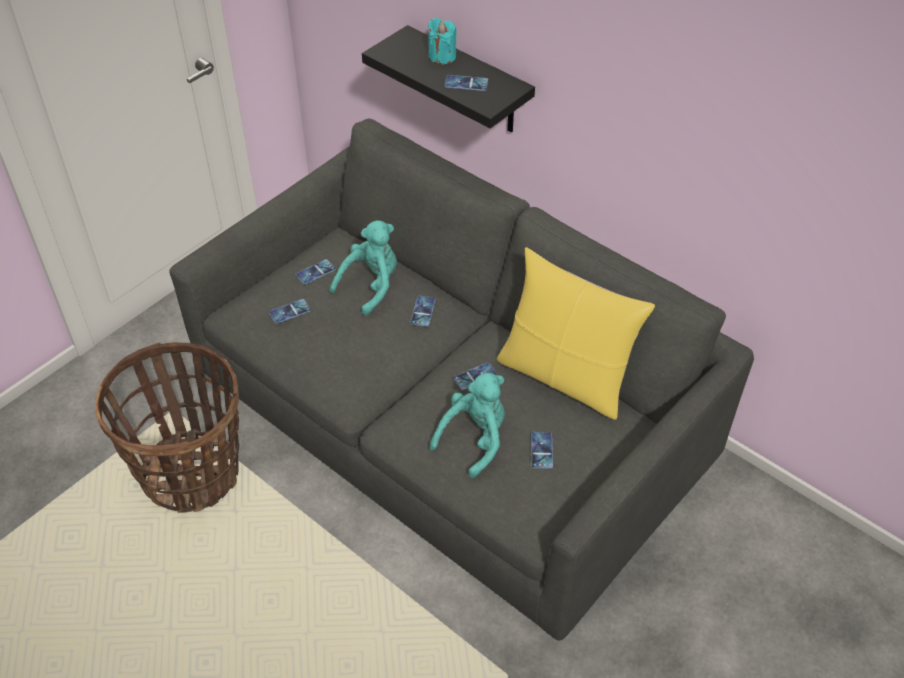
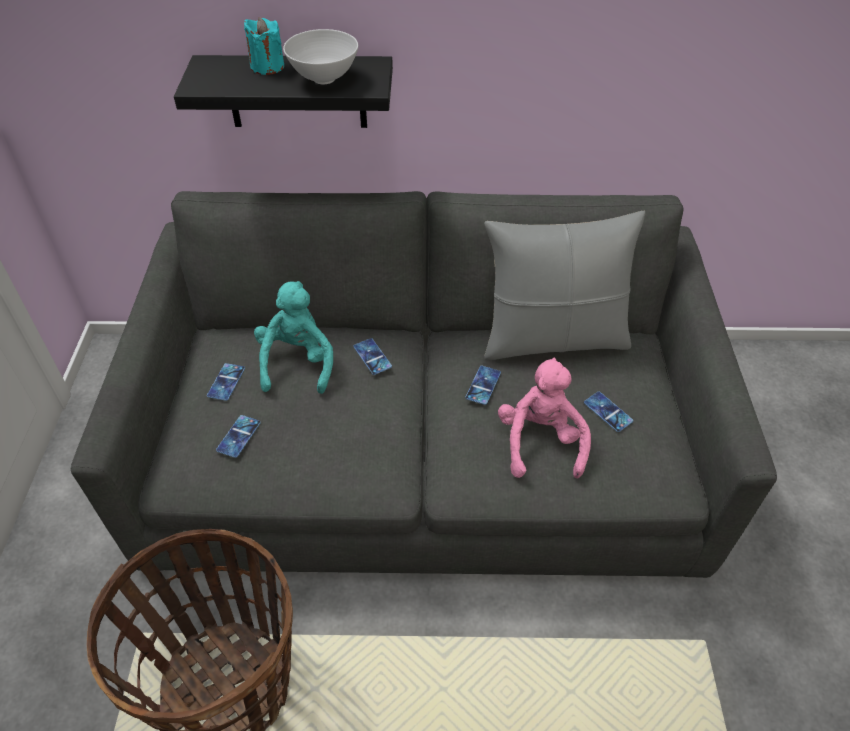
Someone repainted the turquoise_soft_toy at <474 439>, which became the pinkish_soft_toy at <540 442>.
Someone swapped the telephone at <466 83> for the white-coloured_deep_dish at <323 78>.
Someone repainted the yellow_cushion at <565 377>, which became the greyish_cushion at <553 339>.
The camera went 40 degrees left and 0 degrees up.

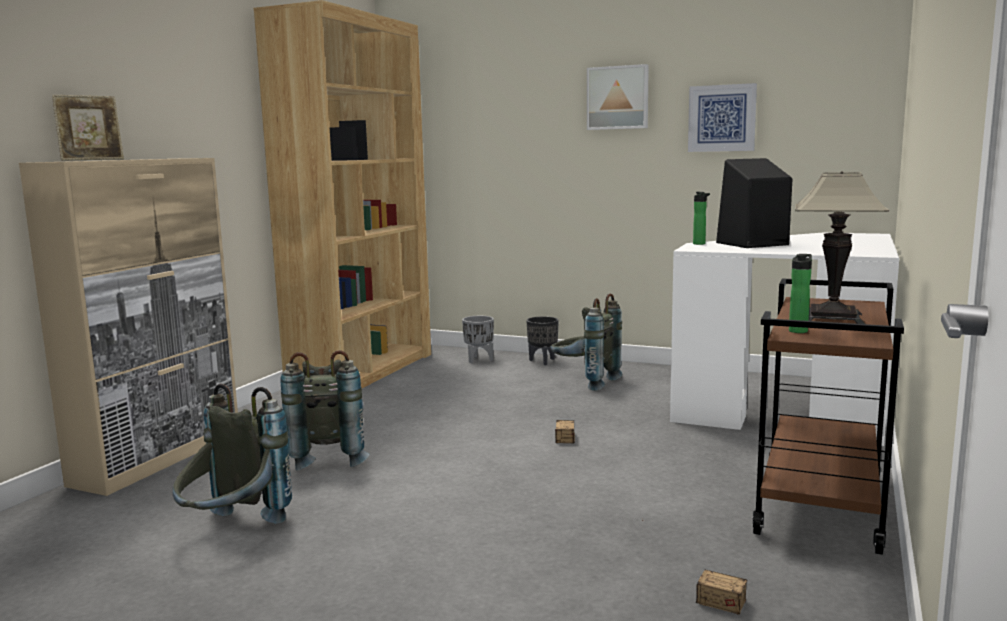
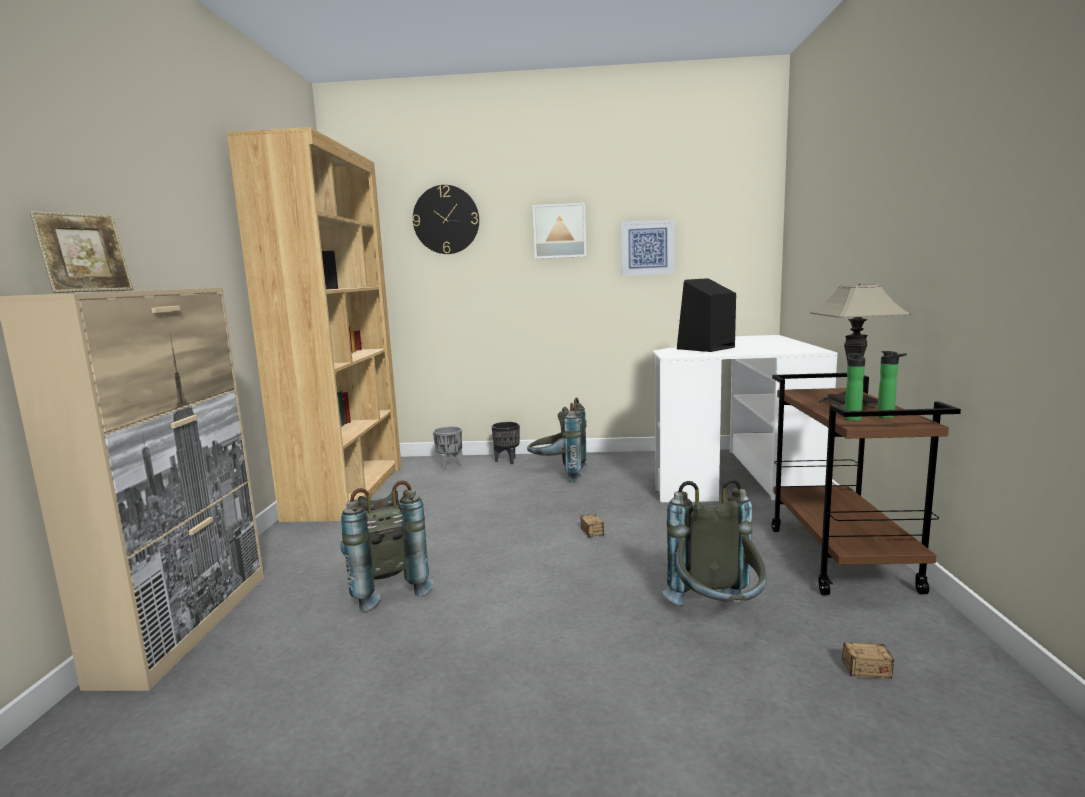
Someone carried the greyish_backpack from <233 531> to <717 617>.
Someone carried the bottle from <700 244> to <888 416>.
Someone put up the hanging_clock at <446 220>.
The camera went 20 degrees left and 0 degrees up.

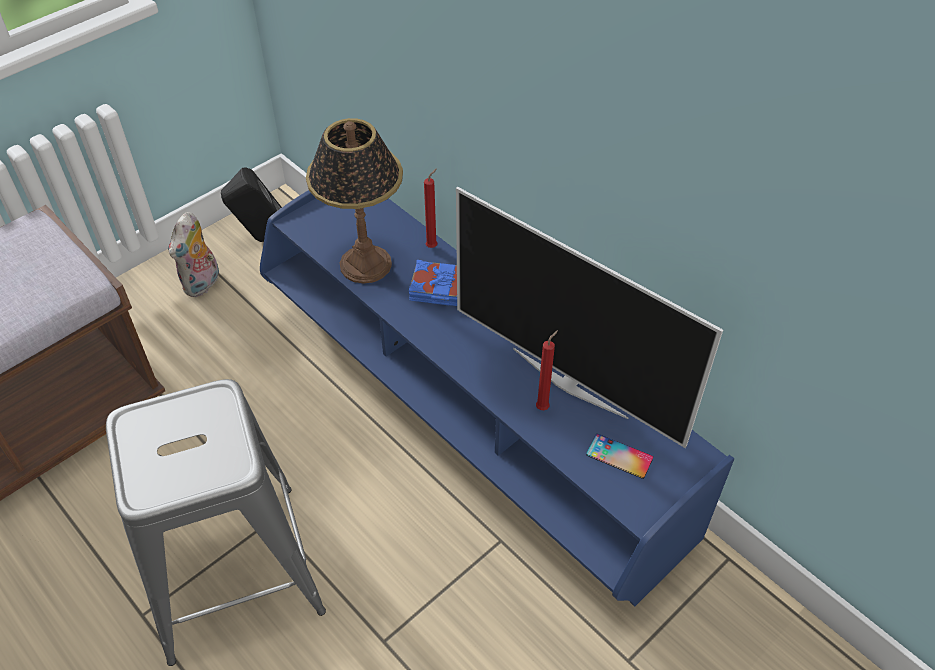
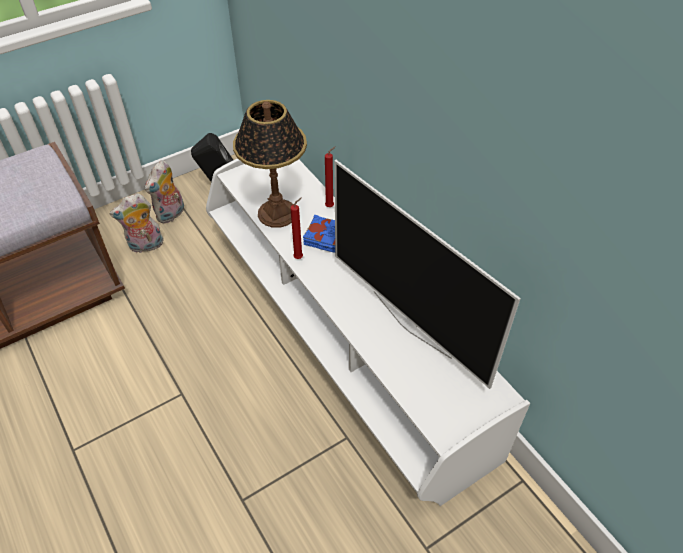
Someone took away the greyish_stool at <232 571>.
Someone repainted the bluish_tv_unit at <468 419>, which became the white-coloured_tv_unit at <342 340>.
Someone carried the reddish_wax_candle from <544 407> to <299 257>.
Someone took away the telephone at <619 456>.
Someone put down the soft_toy at <145 246>.
The camera went 10 degrees right and 0 degrees up.

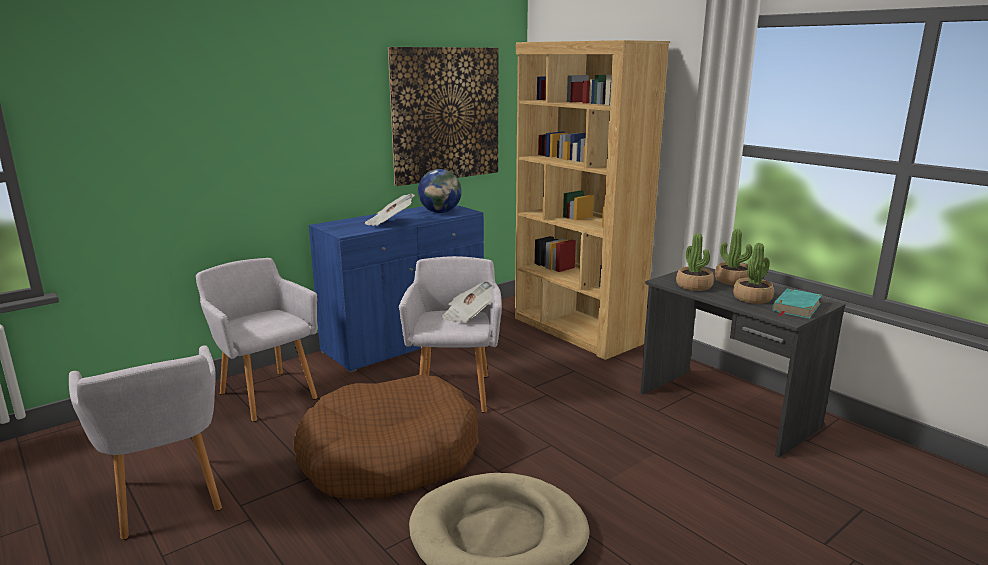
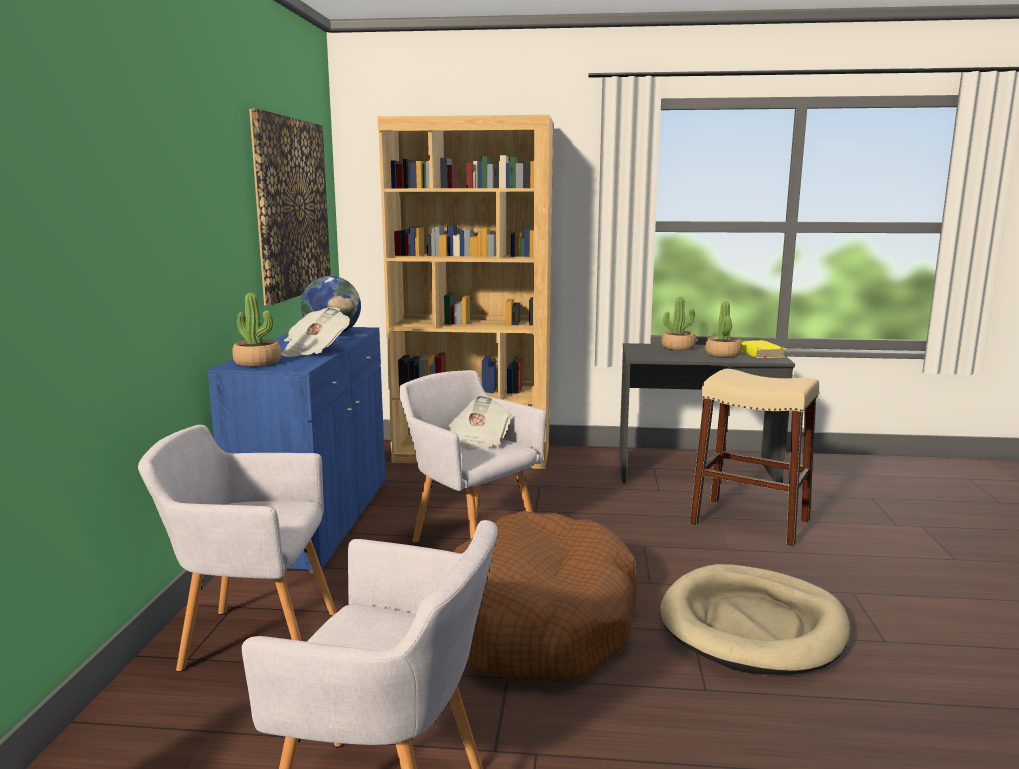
Someone carried the houseplant from <694 286> to <257 362>.
Someone repainted the turquoise_book at <796 307>, which became the yellow_book at <759 353>.
Someone put down the beige_stool at <749 522>.
The camera went 45 degrees left and 5 degrees down.

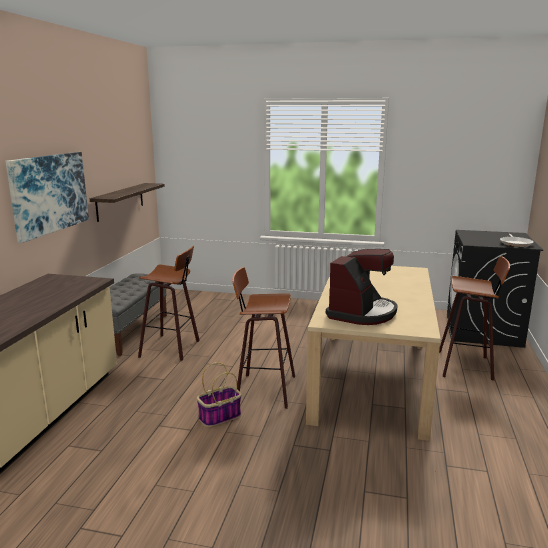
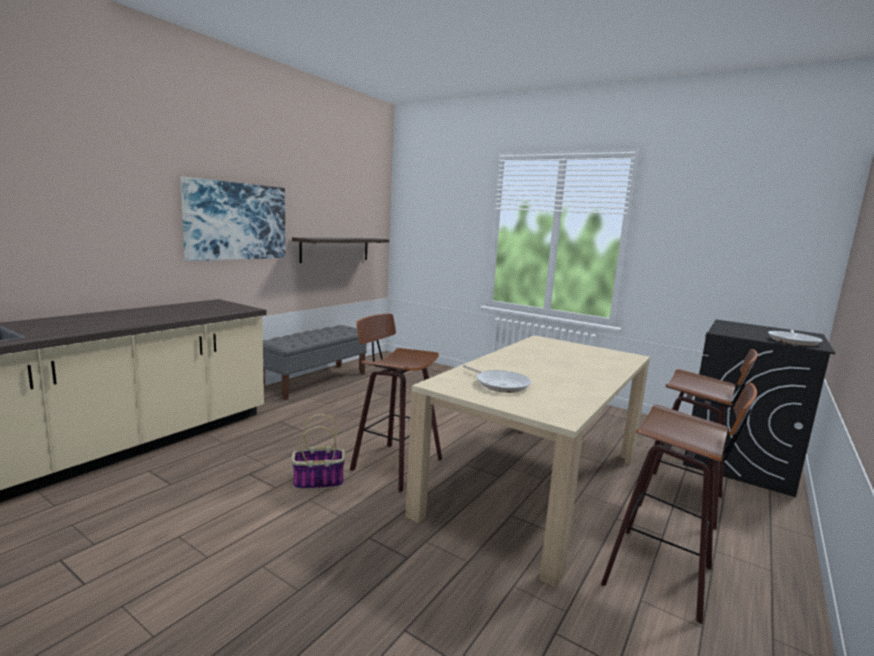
Someone carried the stool from <172 348> to <663 574>.
Someone swapped the coffee_brewer at <362 313> for the pan at <500 384>.
The camera went 20 degrees right and 5 degrees down.

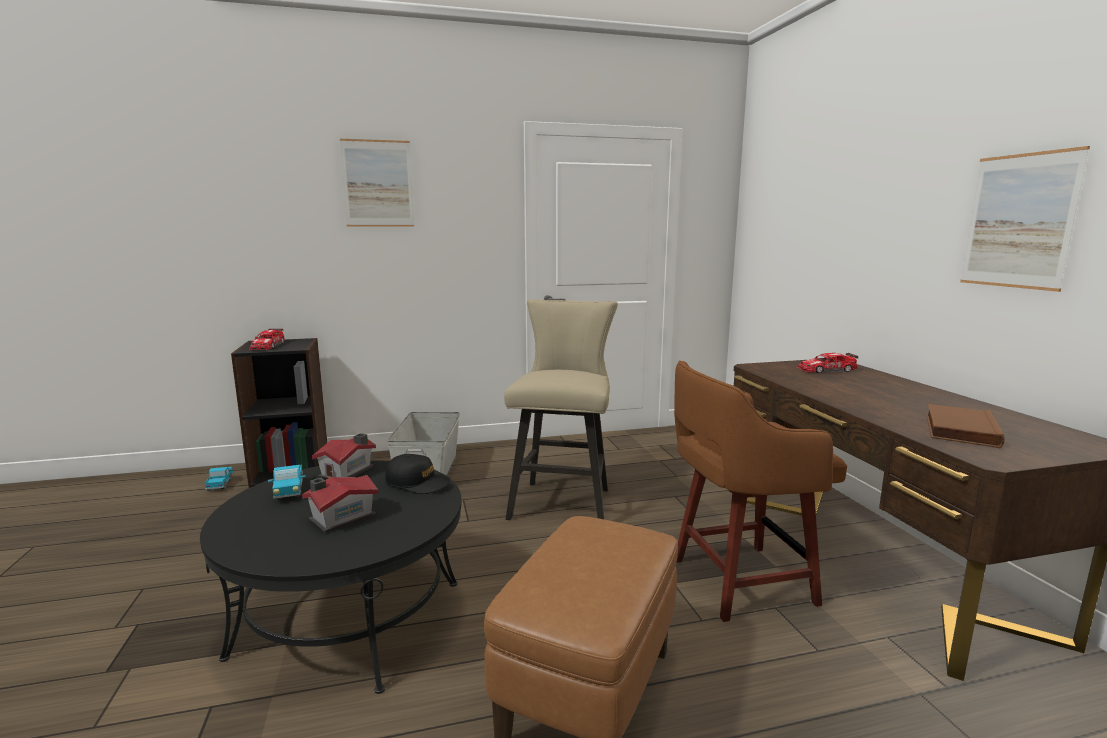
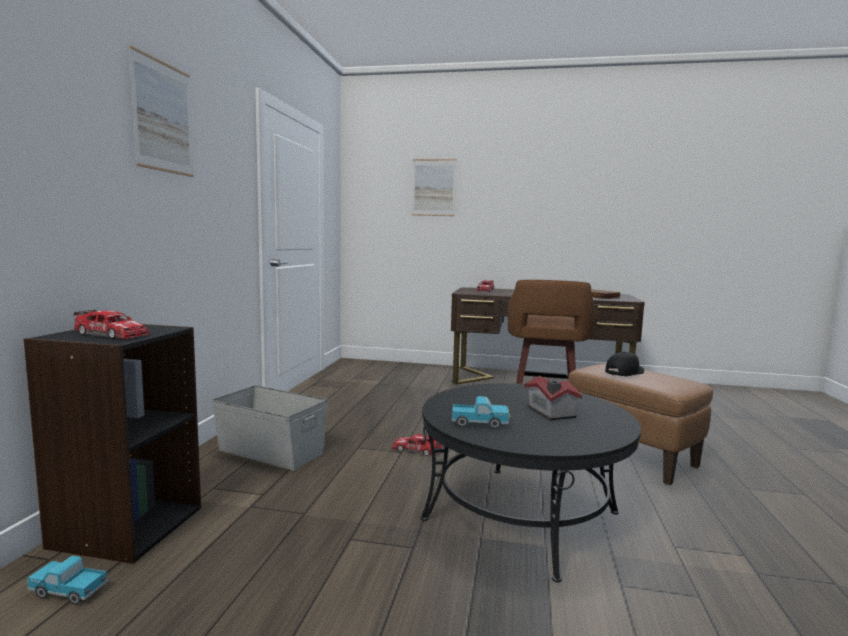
Someone took away the toy_house at <348 472>.
Someone carried the black_peaked_cap from <417 483> to <624 372>.
Someone took away the beige_stool at <563 500>.
Someone carried the wall_picture from <1019 221> to <433 187>.
Someone put down the toy_car at <416 450>.
The camera went 65 degrees left and 5 degrees down.

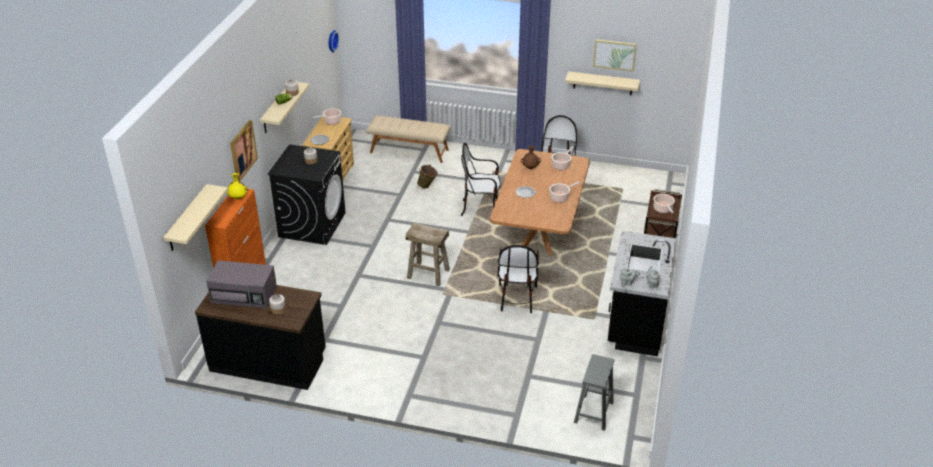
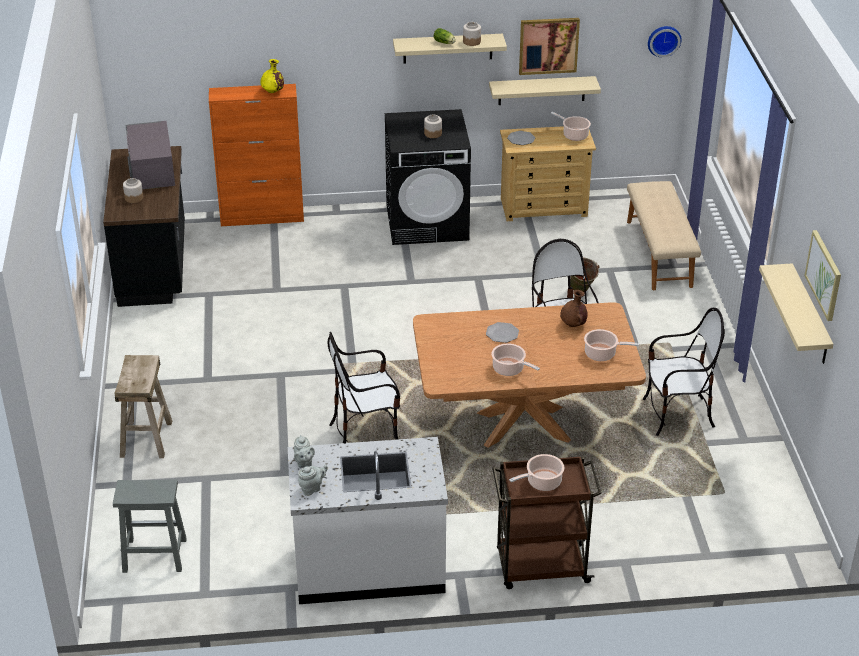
Someone carried the beige_shelf from <187 219> to <541 90>.
Someone carried the wall_picture from <242 150> to <548 45>.
Someone carried the beige_stool from <428 273> to <146 439>.
Someone repainted the black_counter at <635 322>, which became the white-coloured_counter at <369 567>.
The camera went 70 degrees right and 0 degrees up.

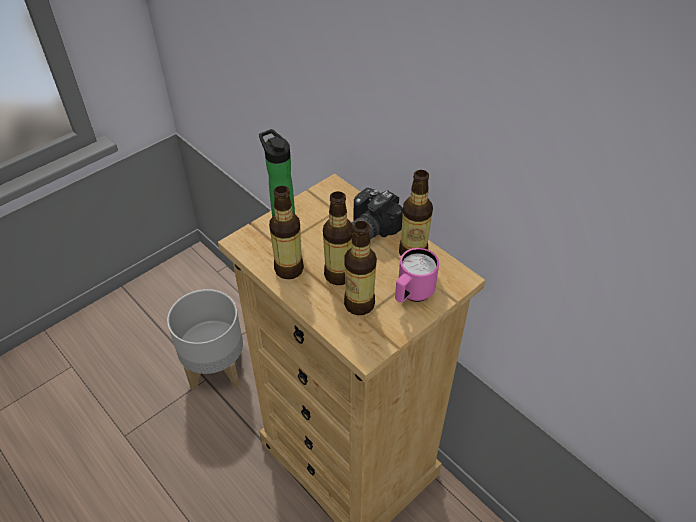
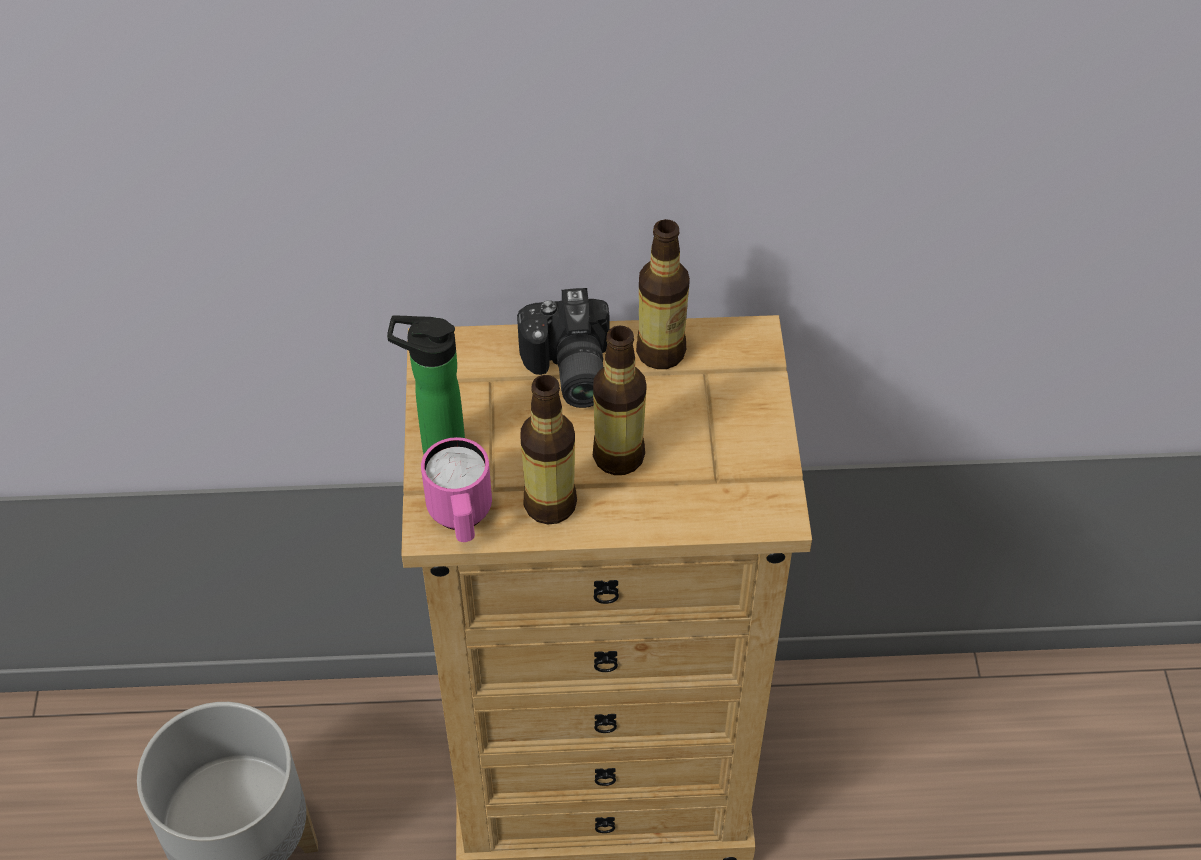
Someone took away the bottle at <359 304>.
Someone carried the pinkish_coffee_mug from <412 295> to <461 519>.
The camera went 50 degrees left and 5 degrees up.

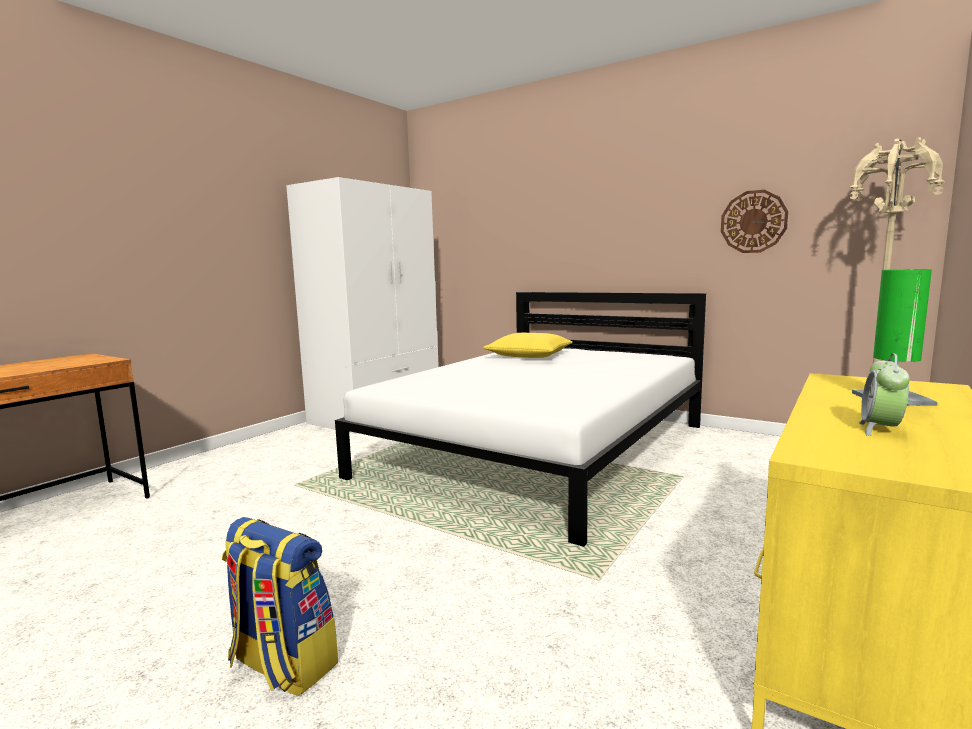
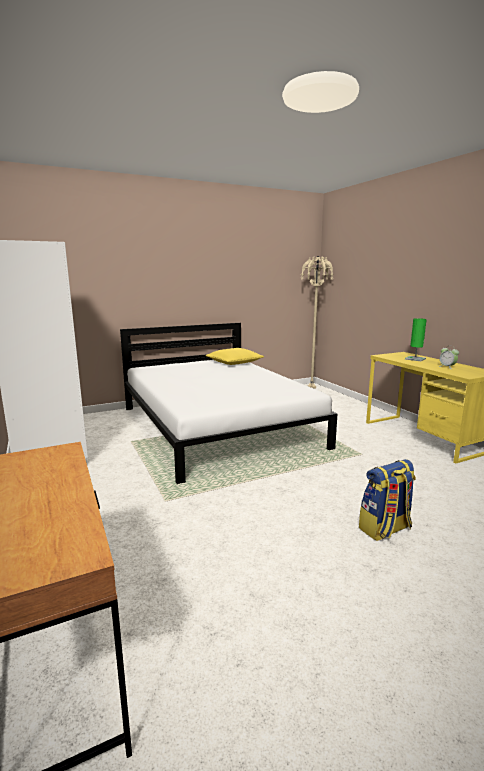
Someone carried the yellow_cushion from <529 355> to <234 362>.
Someone took away the hanging_clock at <753 222>.
The camera went 60 degrees left and 5 degrees up.

